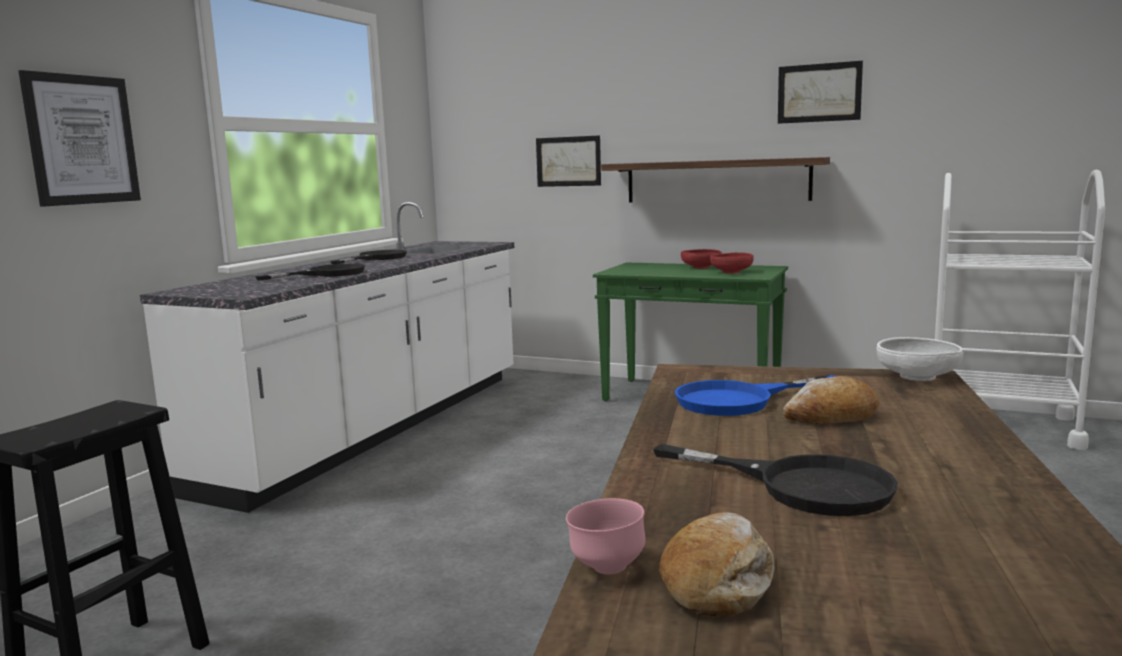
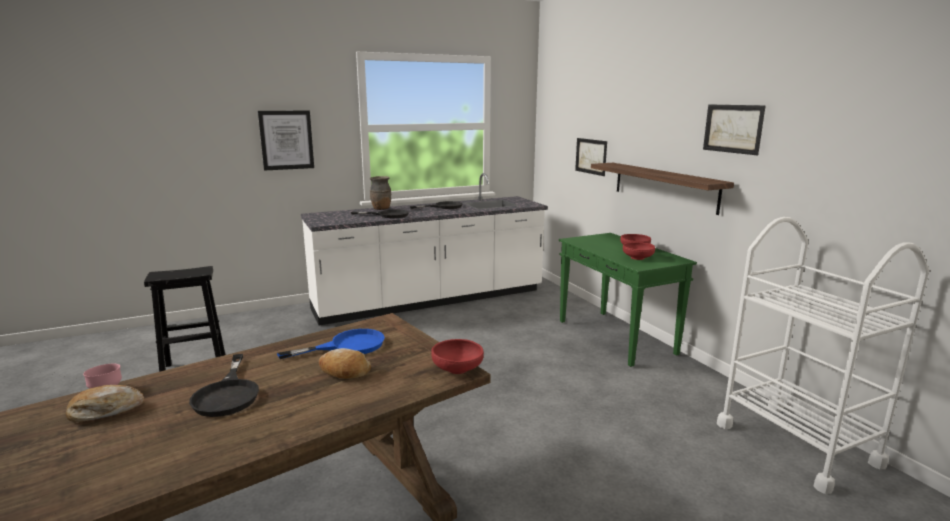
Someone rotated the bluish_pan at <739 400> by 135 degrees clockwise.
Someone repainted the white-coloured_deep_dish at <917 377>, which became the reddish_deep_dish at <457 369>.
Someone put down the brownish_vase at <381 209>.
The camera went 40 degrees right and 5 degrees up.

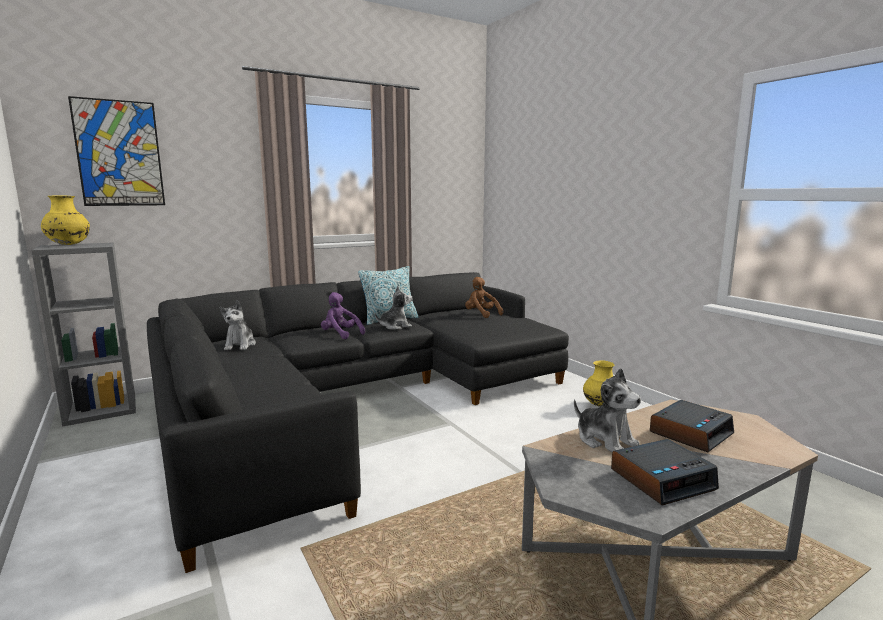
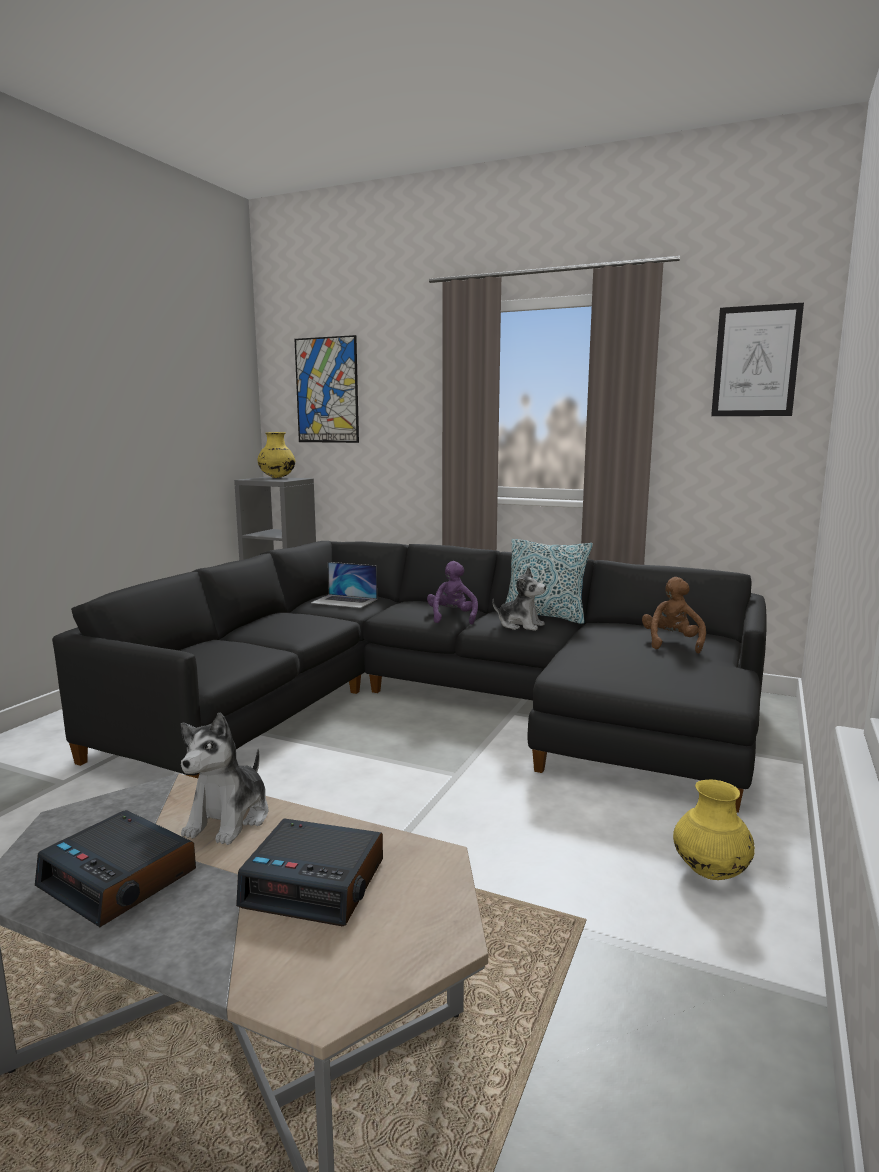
Someone swapped the soft_toy at <240 345> for the laptop at <344 601>.
Someone put up the wall_picture at <755 361>.
The camera went 55 degrees right and 0 degrees up.

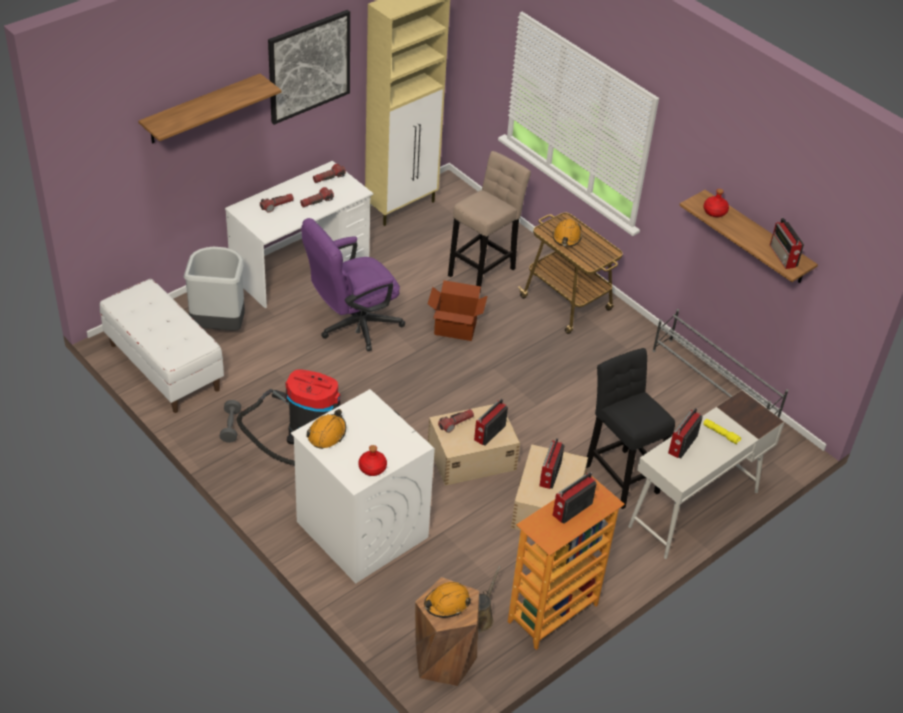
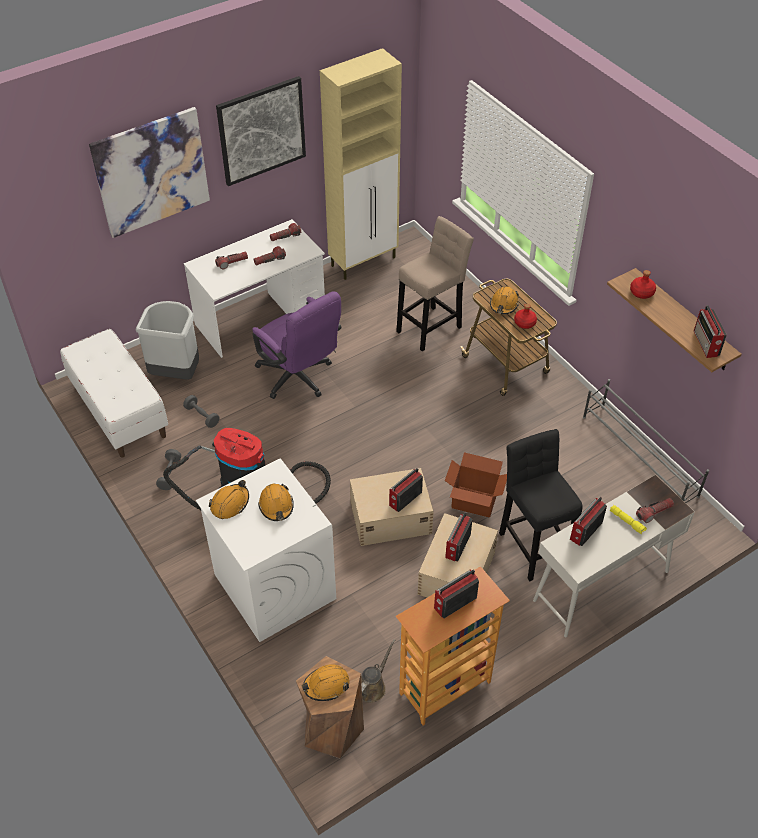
Someone swapped the shelf at <201 109> for the wall_picture at <151 172>.
Someone rotated the purple-coloured_desk_chair at <352 326> by 105 degrees counterclockwise.
Someone carried the reddish_bottle from <372 468> to <525 323>.
Someone carried the carton from <455 329> to <474 502>.
Someone carried the hand_torch from <456 423> to <654 512>.
Someone put down the greyish_free_weight at <202 416>.
Someone put down the orangey_work_helmet at <276 506>.
The camera went 10 degrees right and 5 degrees up.

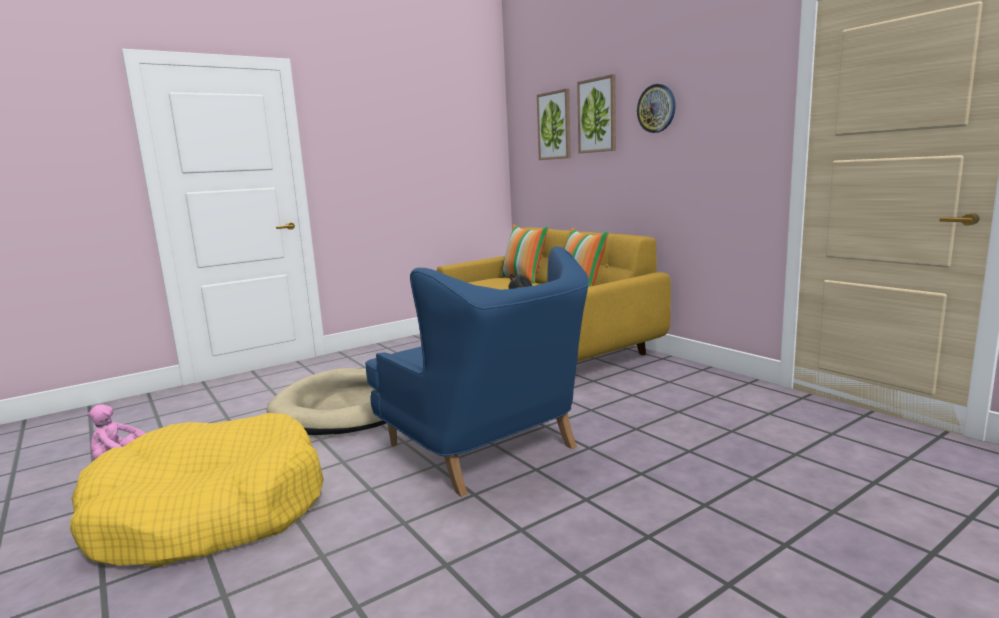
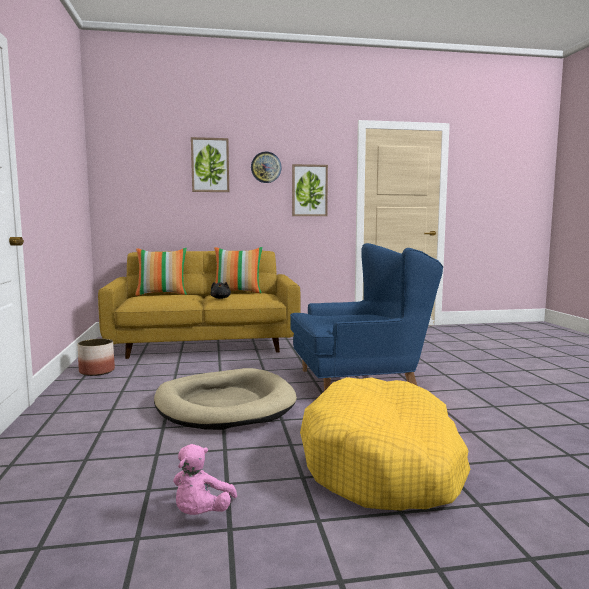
Someone carried the wall_picture from <554 125> to <309 190>.
Someone put down the plant_pot at <97 371>.
The camera went 65 degrees left and 5 degrees down.

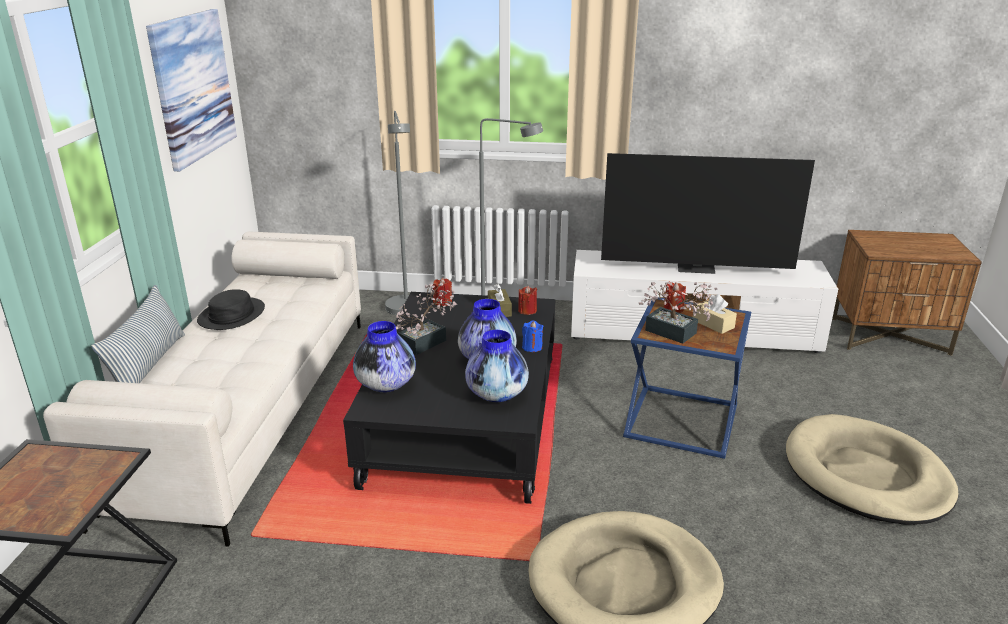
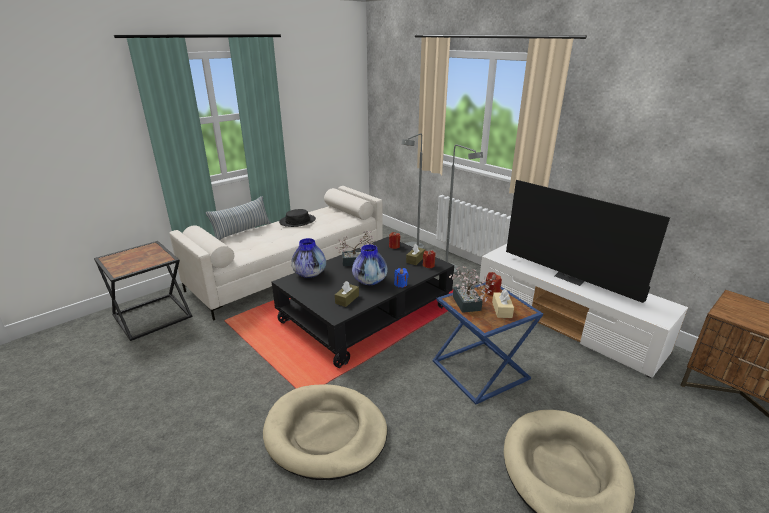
Someone took away the wall_picture at <193 87>.
Someone swapped the vase at <497 394> for the brownish_tissue_holder at <347 299>.
The camera went 40 degrees right and 0 degrees up.

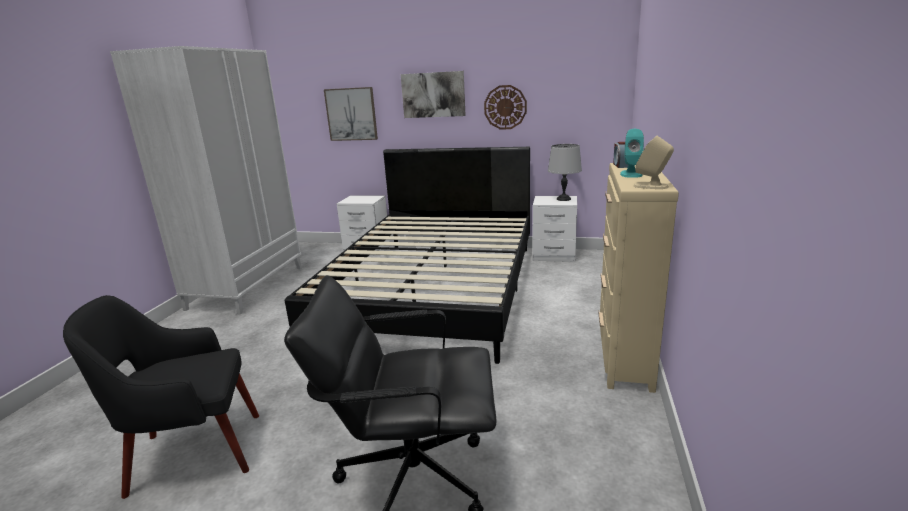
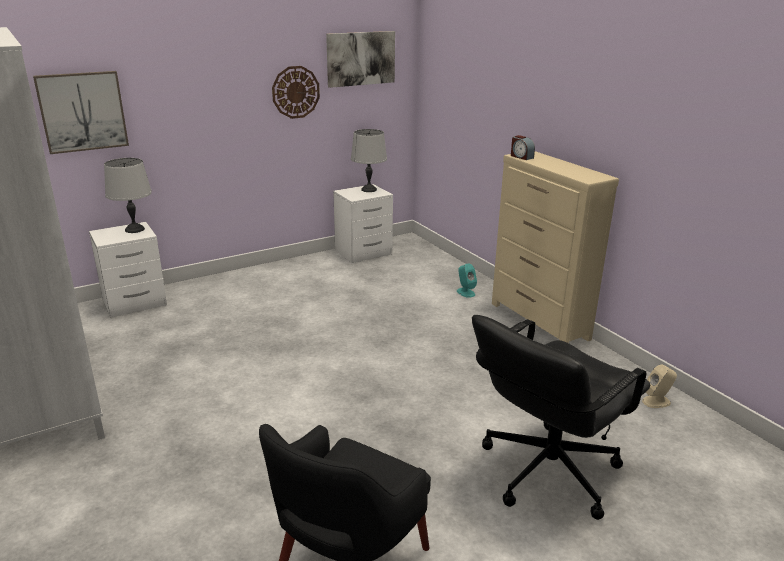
Someone took away the black_bedroom_bed at <435 289>.
Someone carried the wall_picture from <433 95> to <360 58>.
Someone carried the turquoise_loudspeaker from <631 174> to <465 292>.
Someone carried the beige_loudspeaker from <651 186> to <656 401>.
Someone put down the greyish_tabletop_lamp at <135 229>.
The camera went 45 degrees left and 5 degrees up.

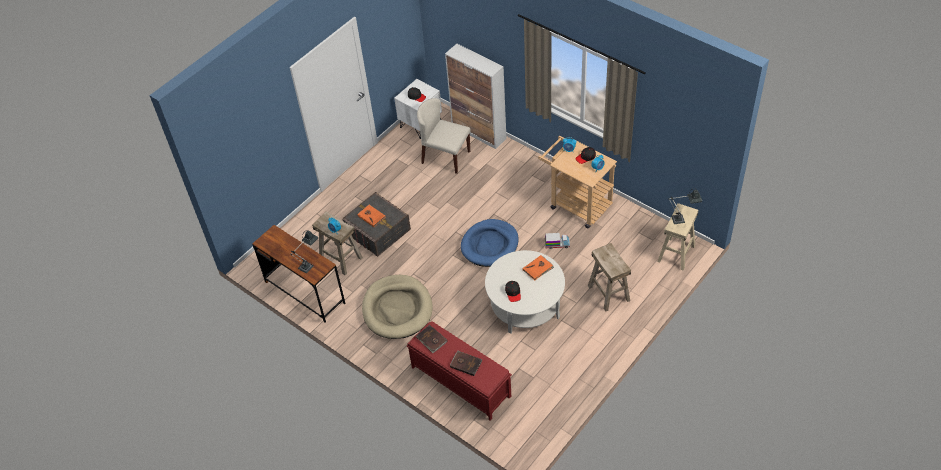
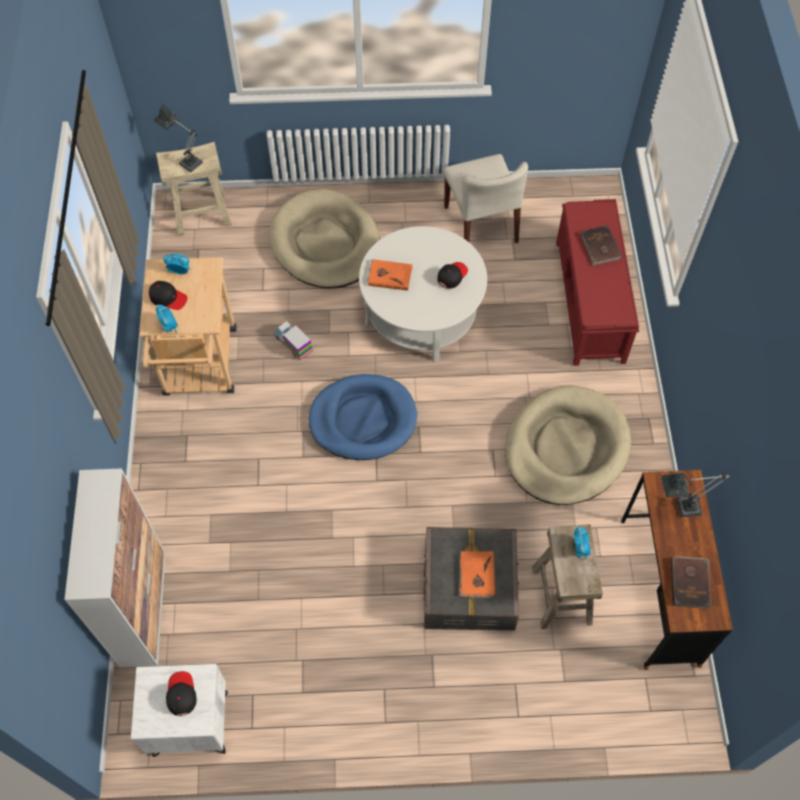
Someone carried the brownish_book from <431 340> to <690 583>.
Someone carried the beige_upright_chair from <445 157> to <481 225>.
Someone swapped the beige_stool at <608 293> for the beige_dog_cushion at <325 243>.
The camera went 135 degrees left and 10 degrees up.

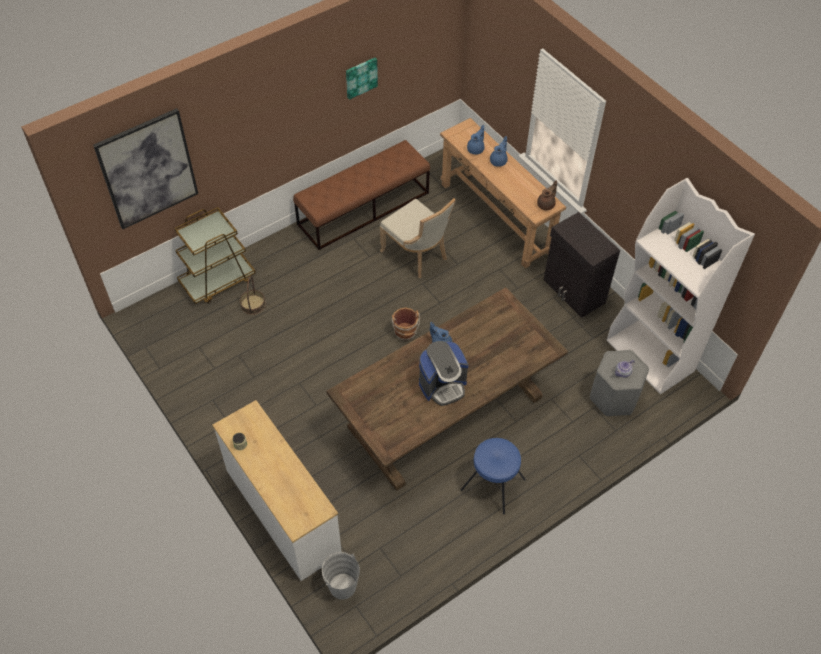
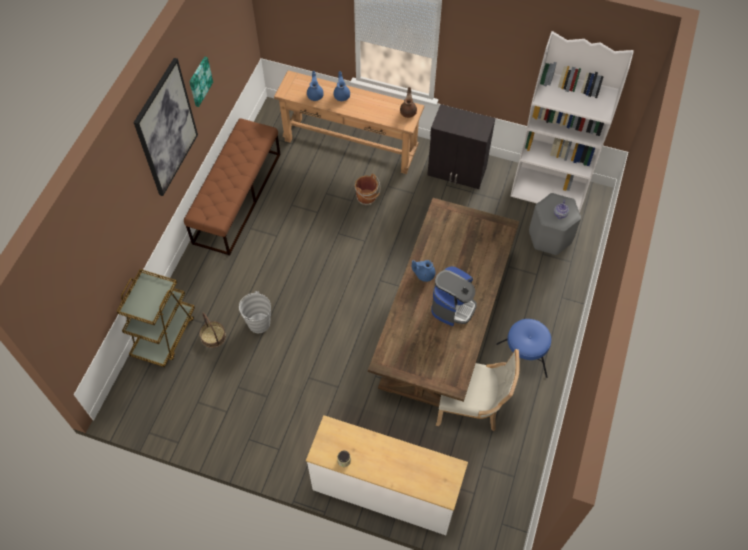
Someone carried the wall_picture from <147 169> to <166 128>.
Someone carried the greyish_pail from <342 586> to <258 323>.
Someone carried the beige_upright_chair from <417 255> to <471 407>.
Someone carried the brownish_pail from <405 332> to <367 198>.
The camera went 35 degrees left and 5 degrees up.

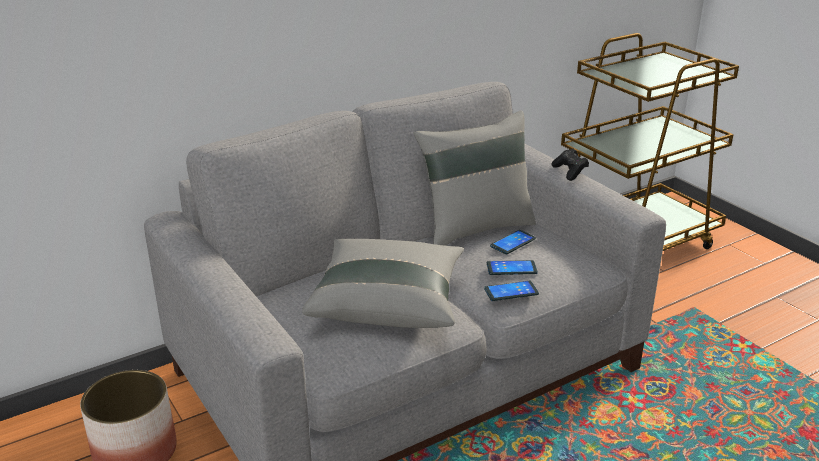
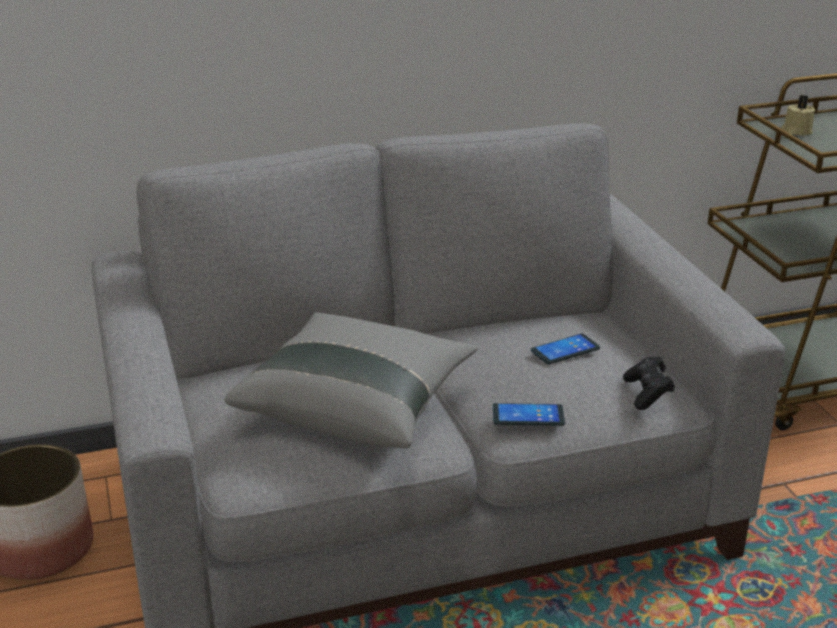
Someone took away the greyish_cushion at <475 228>.
Someone took away the telephone at <511 268>.
Someone carried the black_gamepad from <570 172> to <647 394>.
Someone put down the beige_wax_candle at <796 131>.
The camera went 15 degrees right and 0 degrees up.

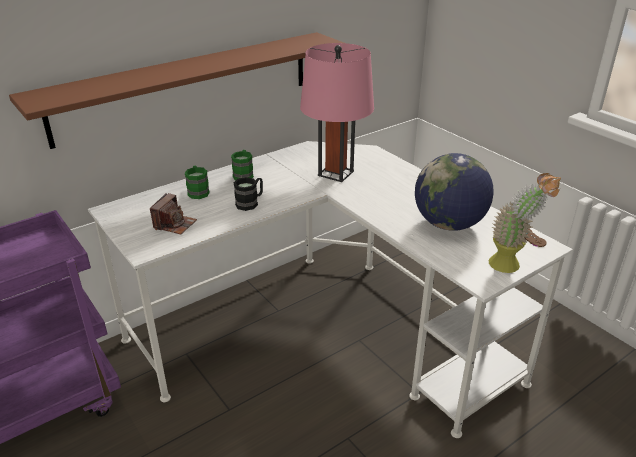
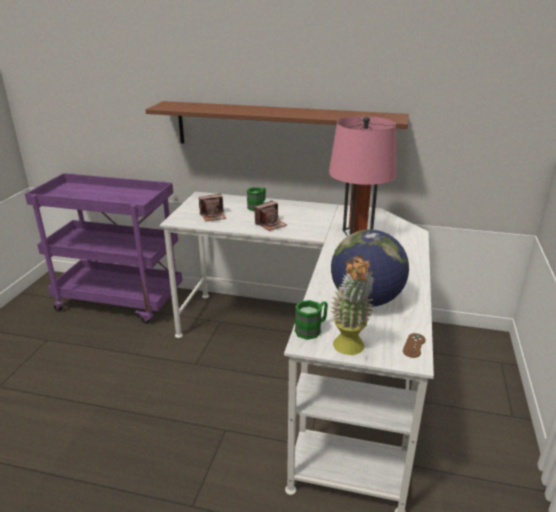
Someone carried the green_coffee_mug from <243 174> to <312 329>.
Someone swapped the black_coffee_mug at <250 203> for the still_camera at <270 224>.
The camera went 50 degrees right and 5 degrees down.

